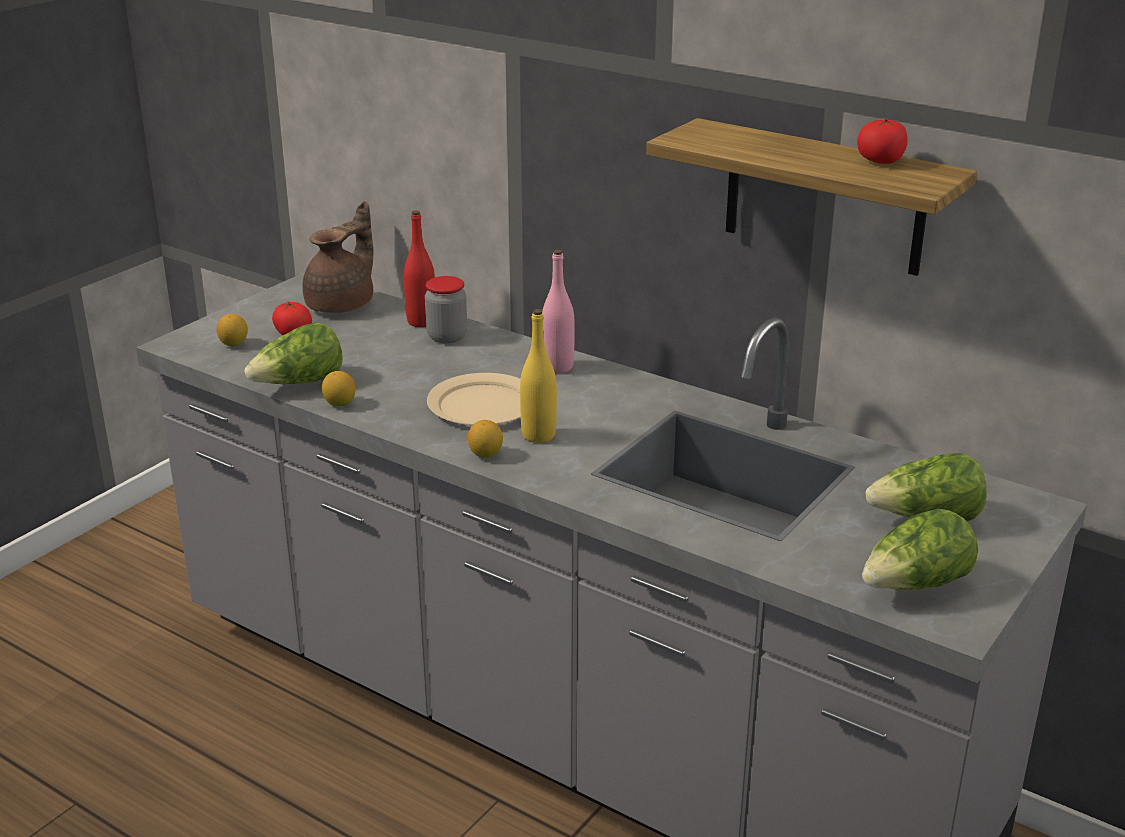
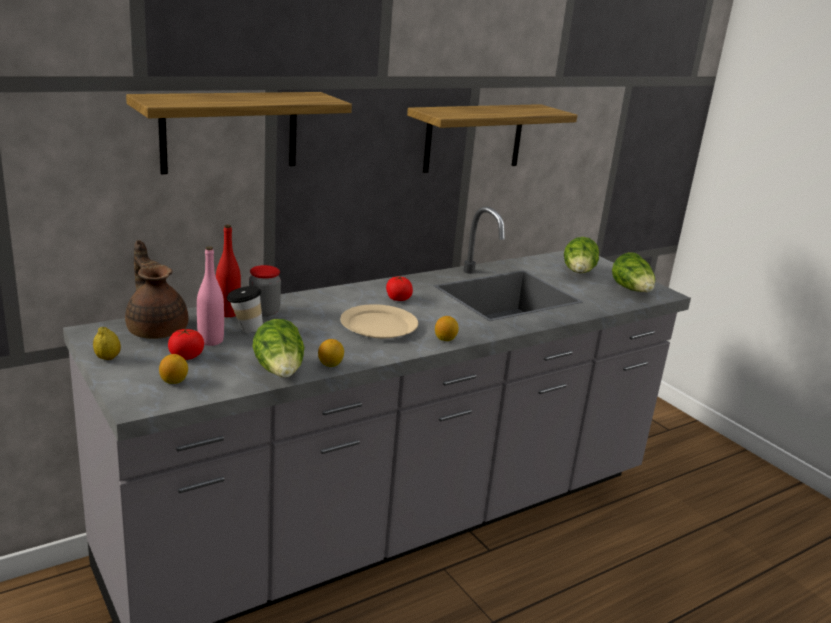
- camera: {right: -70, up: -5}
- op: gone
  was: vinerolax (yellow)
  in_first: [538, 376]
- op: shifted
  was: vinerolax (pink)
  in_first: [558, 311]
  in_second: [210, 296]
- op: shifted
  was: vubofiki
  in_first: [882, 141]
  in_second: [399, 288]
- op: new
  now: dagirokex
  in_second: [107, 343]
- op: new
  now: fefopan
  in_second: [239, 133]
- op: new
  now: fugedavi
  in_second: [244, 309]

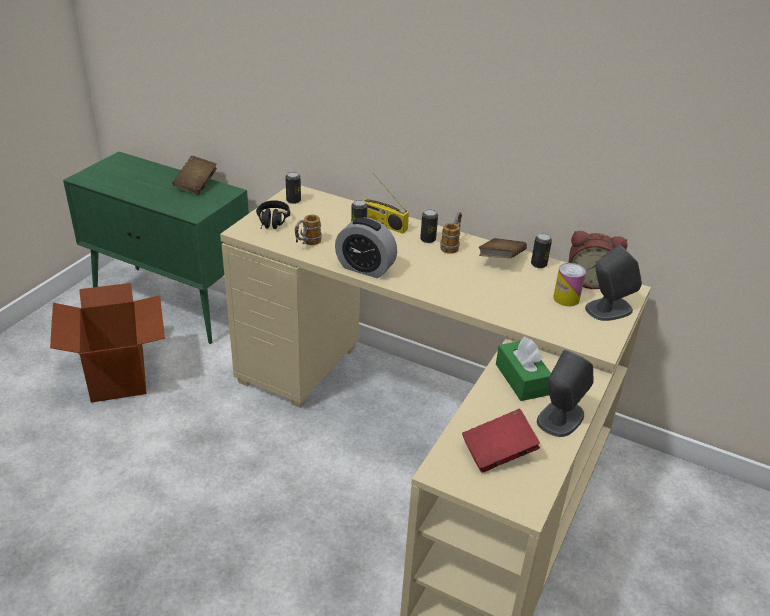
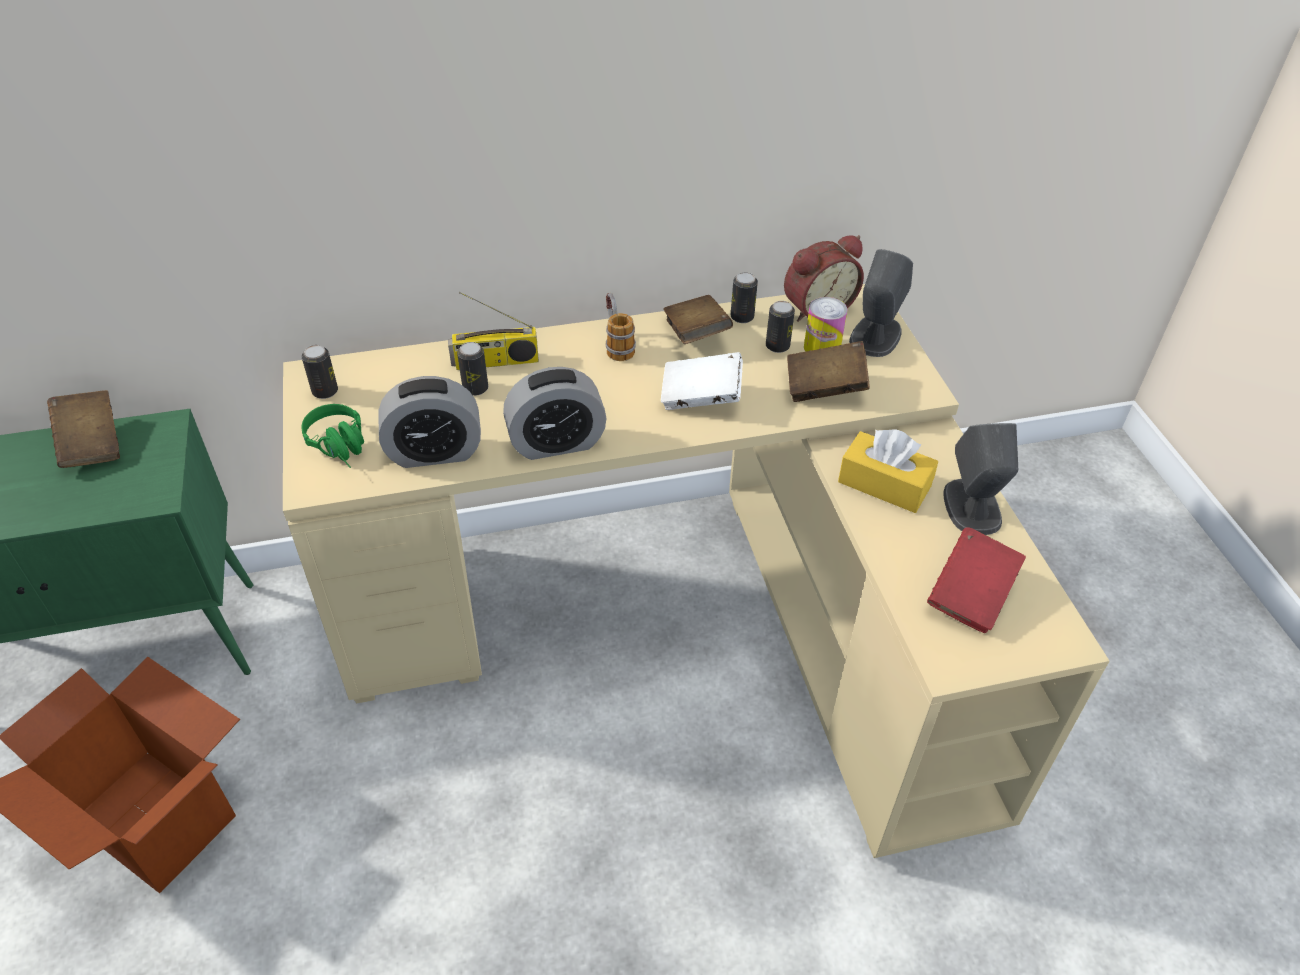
- camera: {right: -40, up: 10}
- op: repainted
  was: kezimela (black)
  now: kezimela (green)
  in_first: [273, 214]
  in_second: [332, 436]
- op: swapped
  was: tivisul
  now: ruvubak
  in_first: [308, 230]
  in_second: [430, 422]
- op: shifted
  was: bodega
  in_first: [429, 226]
  in_second: [780, 327]
- op: repainted
  was: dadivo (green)
  now: dadivo (yellow)
  in_first: [523, 369]
  in_second: [888, 471]
- op: new
  now: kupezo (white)
  in_second: [702, 381]
- op: new
  now: kupezo (brown)
  in_second: [828, 371]

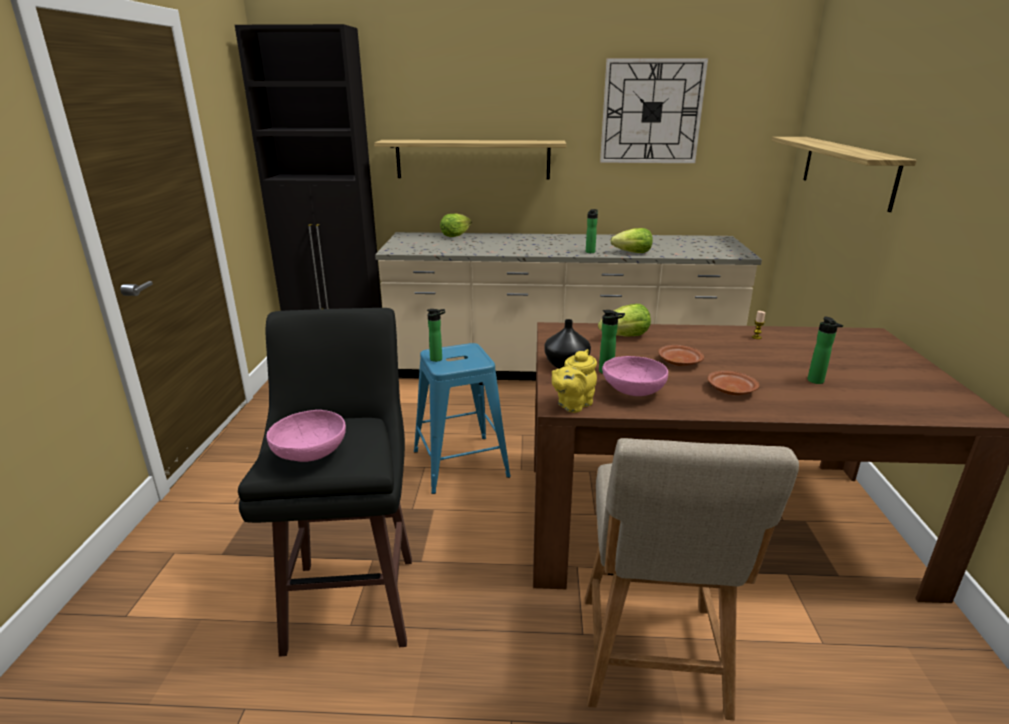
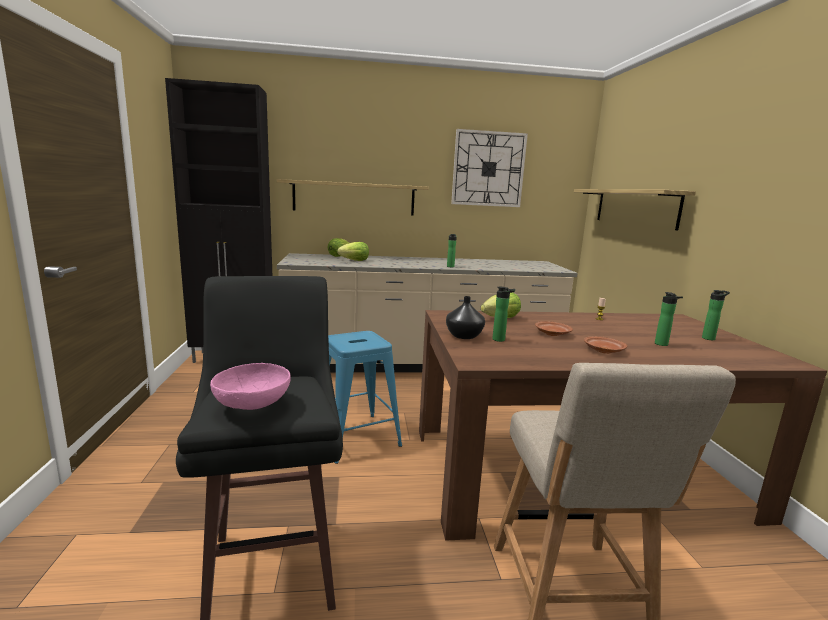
- camera: {right: -10, up: -10}
- op: shifted
  was: vinerolax
  in_first: [436, 335]
  in_second: [716, 315]
- op: gone
  was: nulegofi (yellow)
  in_first: [574, 381]
- op: gone
  was: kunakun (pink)
  in_first: [635, 376]
- op: shifted
  was: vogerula
  in_first: [632, 240]
  in_second: [353, 251]

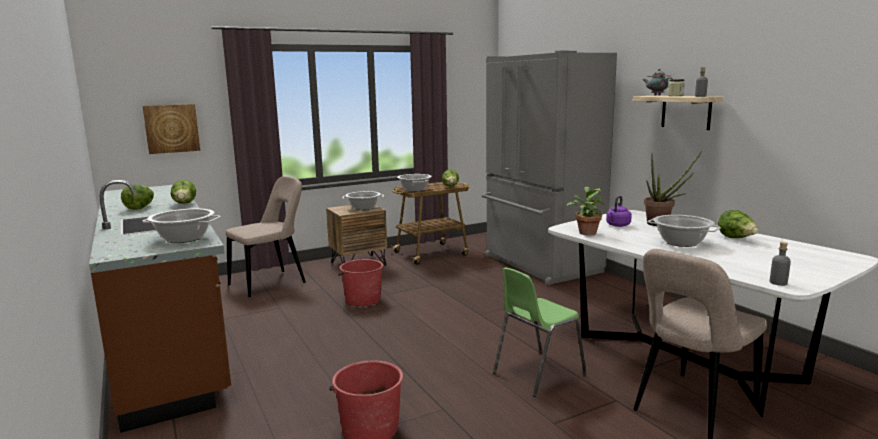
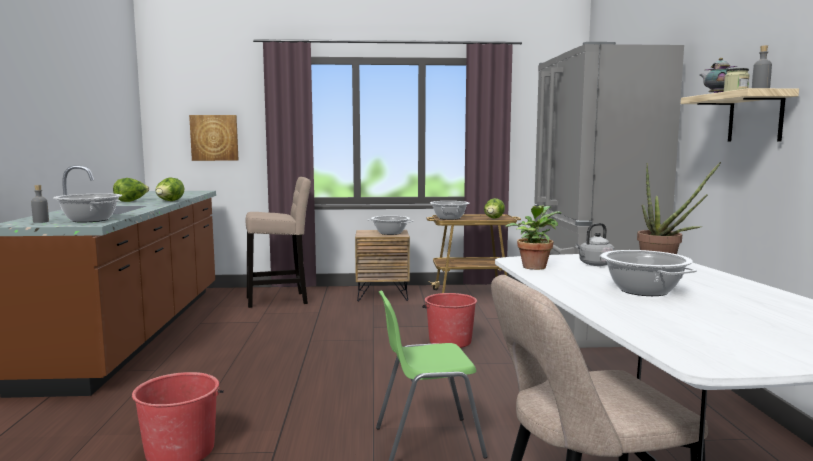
- camera: {right: 25, up: -5}
- op: swapped
  was: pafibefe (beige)
  now: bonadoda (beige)
  in_first: [266, 236]
  in_second: [278, 242]
- op: shifted
  was: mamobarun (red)
  in_first: [360, 282]
  in_second: [449, 320]
- op: repainted
  was: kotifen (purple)
  now: kotifen (grey)
  in_first: [619, 211]
  in_second: [595, 244]
- op: gone
  was: vogerula
  in_first: [738, 224]
- op: shifted
  was: vinerolax (grey)
  in_first: [780, 264]
  in_second: [40, 204]

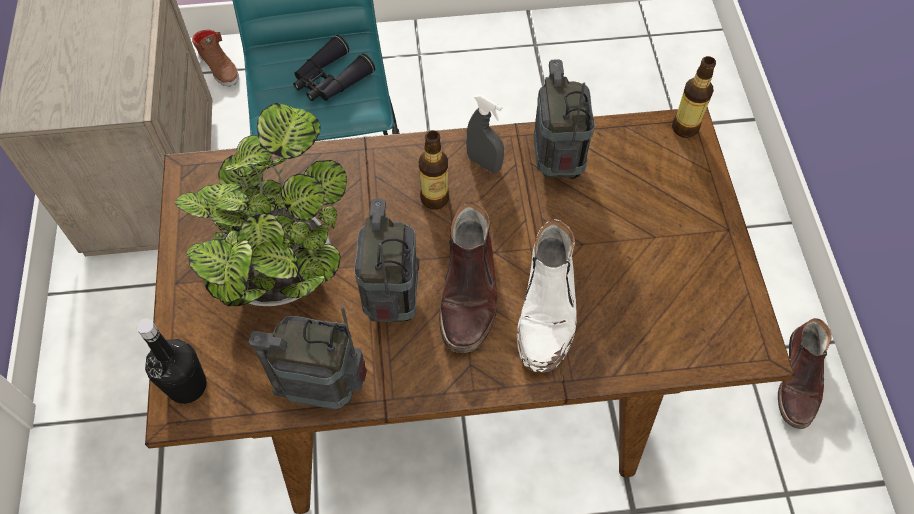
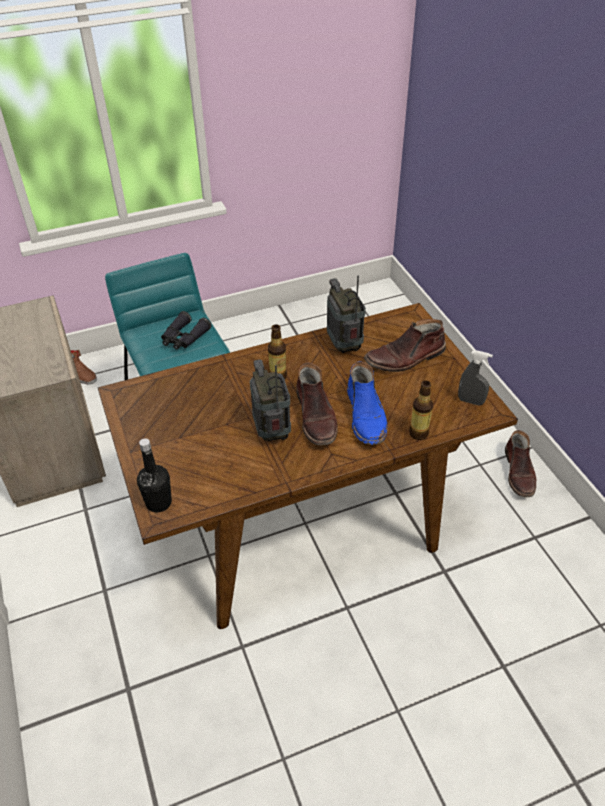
- camera: {right: -15, up: -15}
- op: gone
  was: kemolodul
  in_first: [261, 204]
- op: gone
  was: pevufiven
  in_first: [307, 358]
- op: shifted
  was: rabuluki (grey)
  in_first: [485, 133]
  in_second: [475, 377]
- op: repainted
  was: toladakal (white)
  now: toladakal (blue)
  in_first: [547, 296]
  in_second: [367, 403]
- op: shifted
  was: vinerolax
  in_first: [694, 97]
  in_second: [421, 410]
- op: new
  now: toladakal (brown)
  in_second: [405, 345]

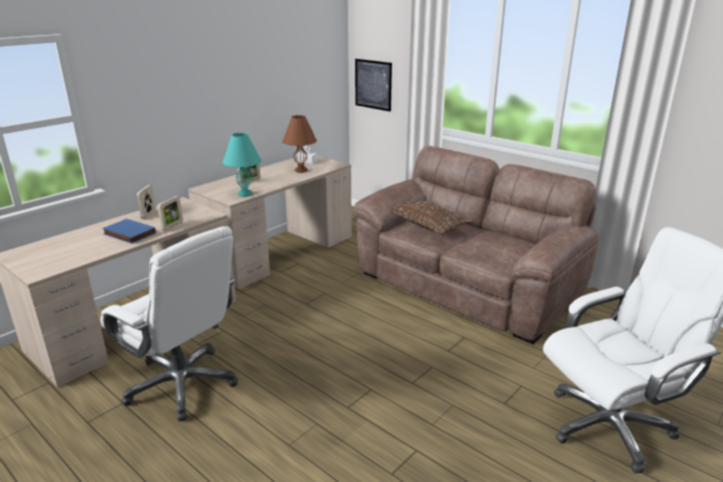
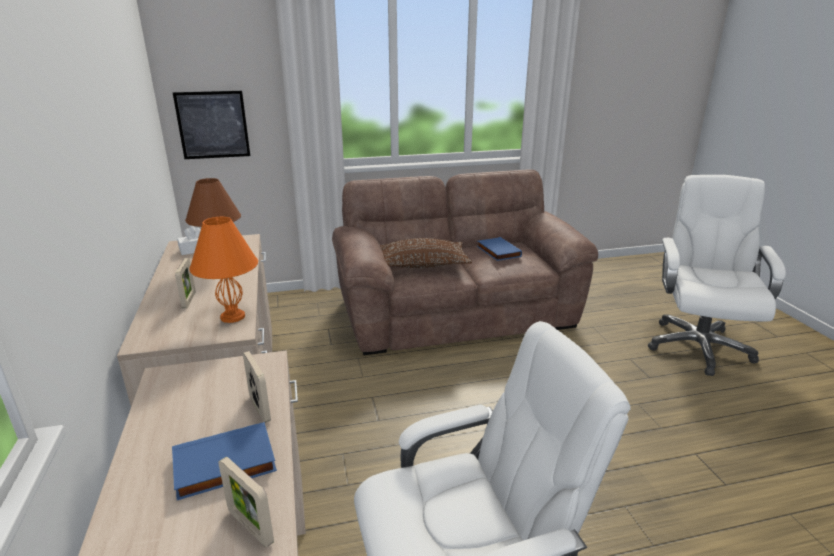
- camera: {right: -55, up: 0}
- op: shifted
  was: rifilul
  in_first: [146, 202]
  in_second: [246, 502]
- op: repainted
  was: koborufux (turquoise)
  now: koborufux (orange)
  in_first: [242, 165]
  in_second: [223, 270]
- op: new
  now: kupezo (blue)
  in_second: [499, 249]

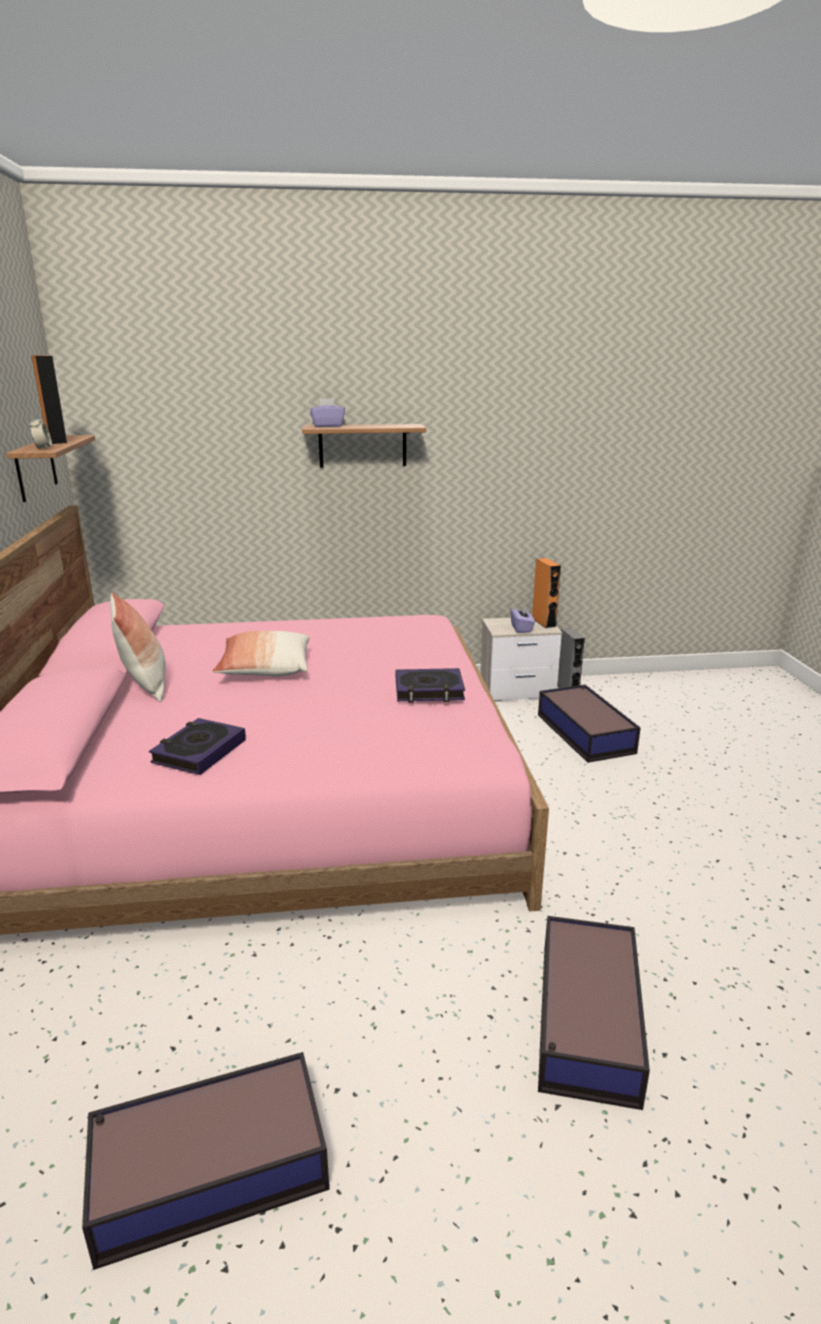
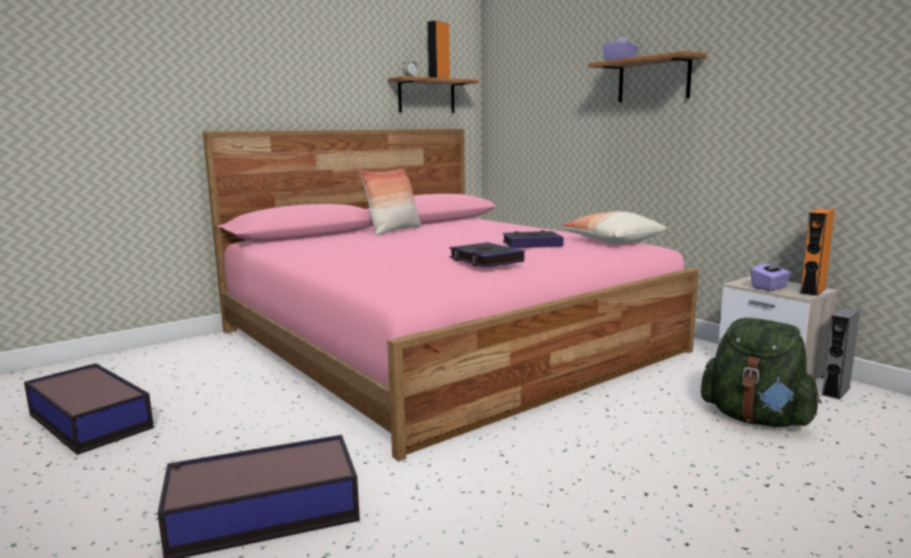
- camera: {right: 60, up: -10}
- op: shifted
  was: kupezo
  in_first: [197, 746]
  in_second: [533, 239]
- op: shifted
  was: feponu
  in_first: [261, 654]
  in_second: [613, 227]
- op: swapped
  was: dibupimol
  now: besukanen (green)
  in_first: [589, 723]
  in_second: [761, 372]

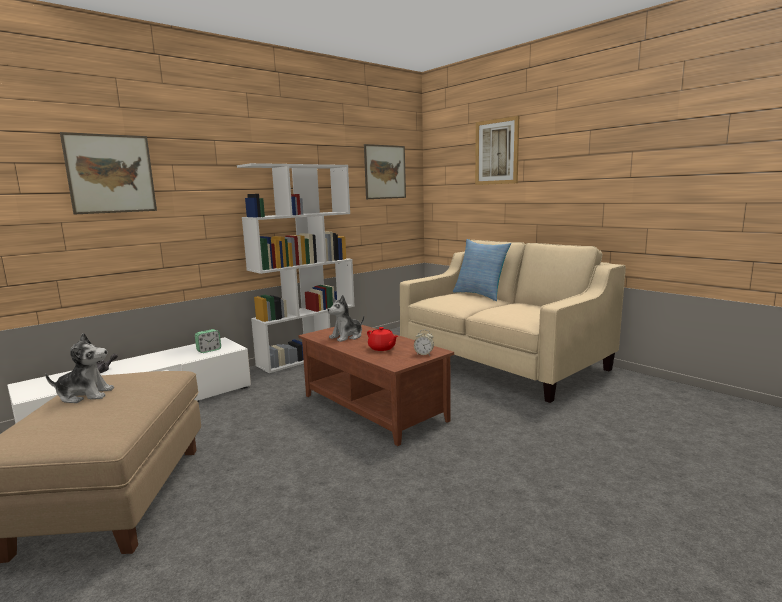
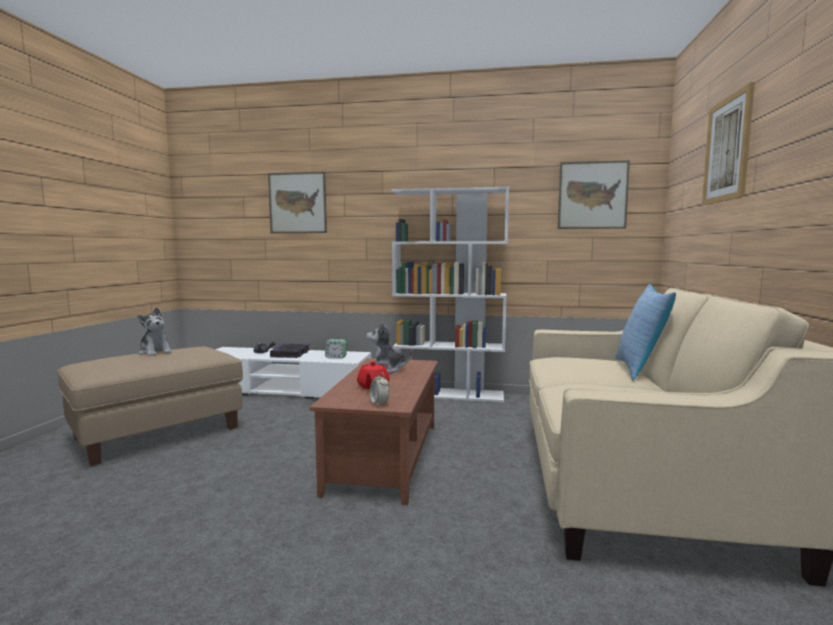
- camera: {right: 50, up: -5}
- op: new
  now: kupezo
  in_second: [290, 351]

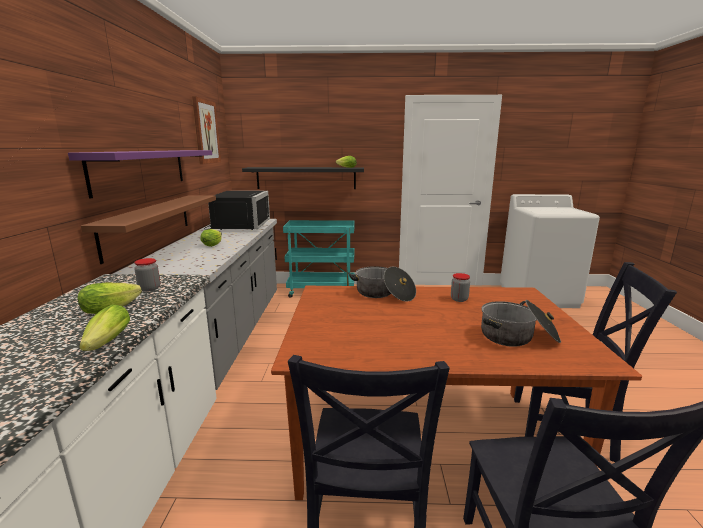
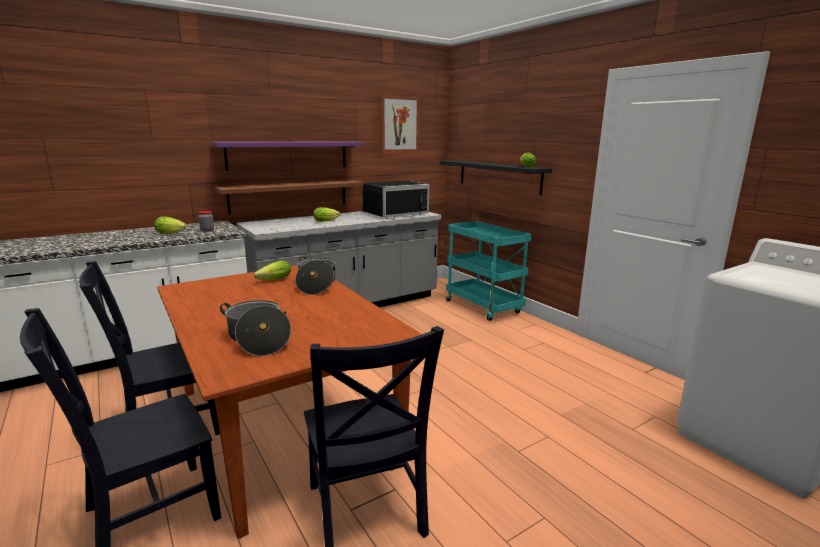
- camera: {right: 55, up: 0}
- op: shifted
  was: vogerula
  in_first: [104, 328]
  in_second: [272, 270]
- op: gone
  was: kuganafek
  in_first: [460, 287]

